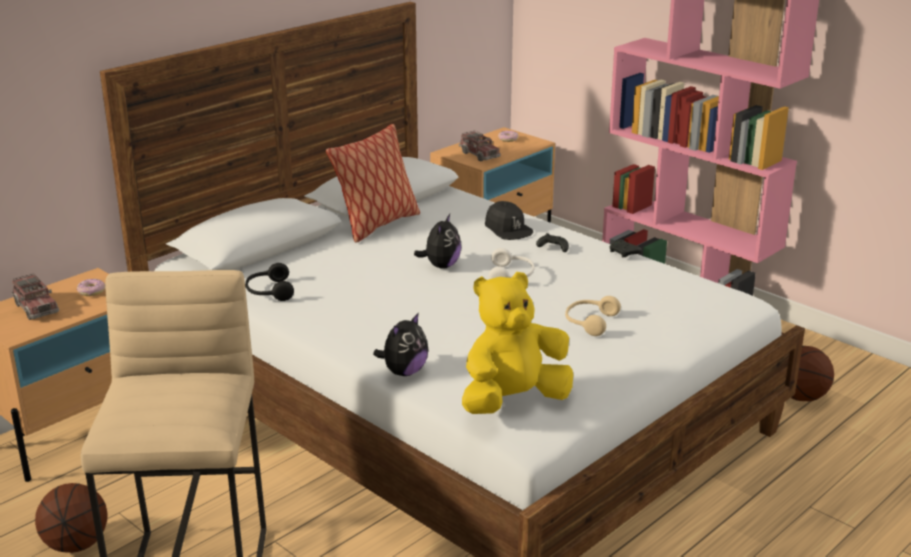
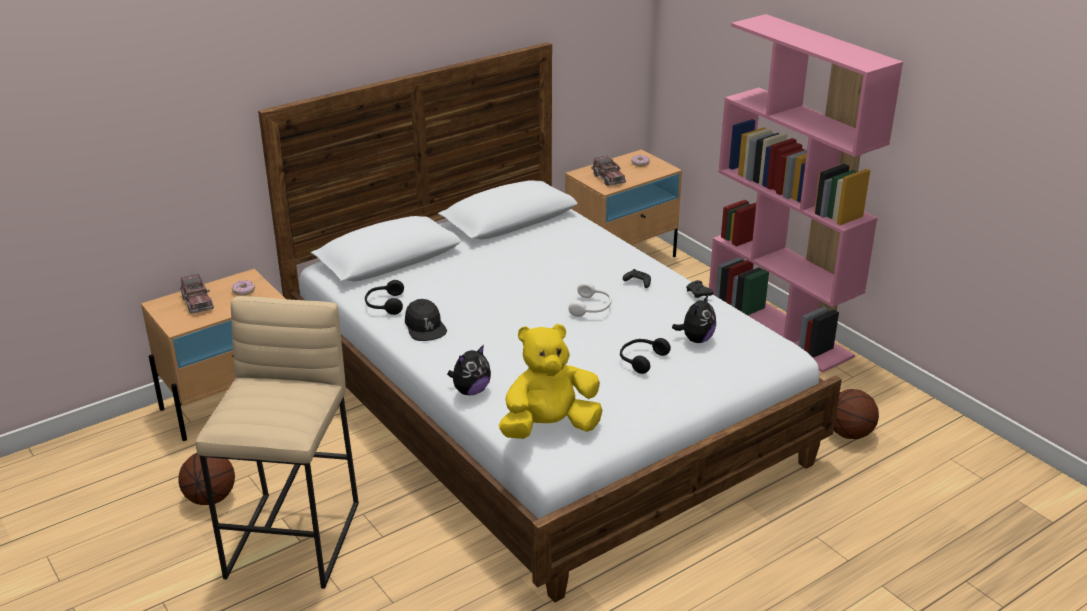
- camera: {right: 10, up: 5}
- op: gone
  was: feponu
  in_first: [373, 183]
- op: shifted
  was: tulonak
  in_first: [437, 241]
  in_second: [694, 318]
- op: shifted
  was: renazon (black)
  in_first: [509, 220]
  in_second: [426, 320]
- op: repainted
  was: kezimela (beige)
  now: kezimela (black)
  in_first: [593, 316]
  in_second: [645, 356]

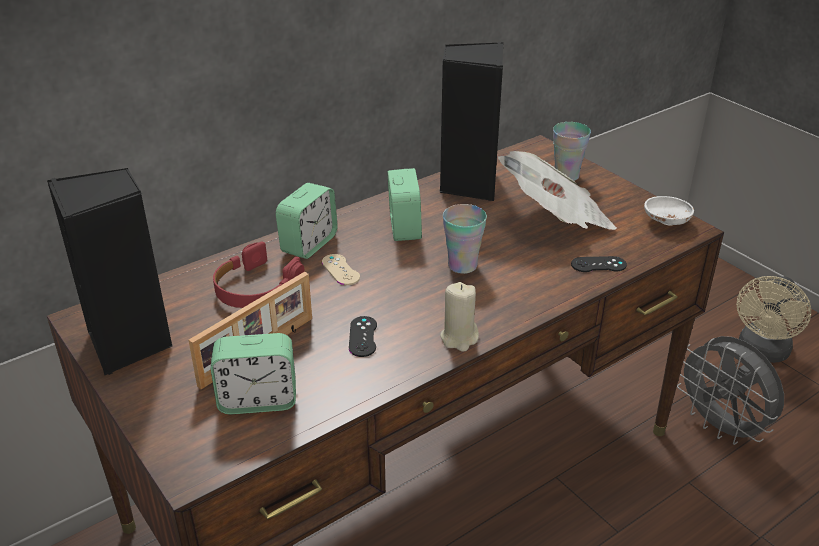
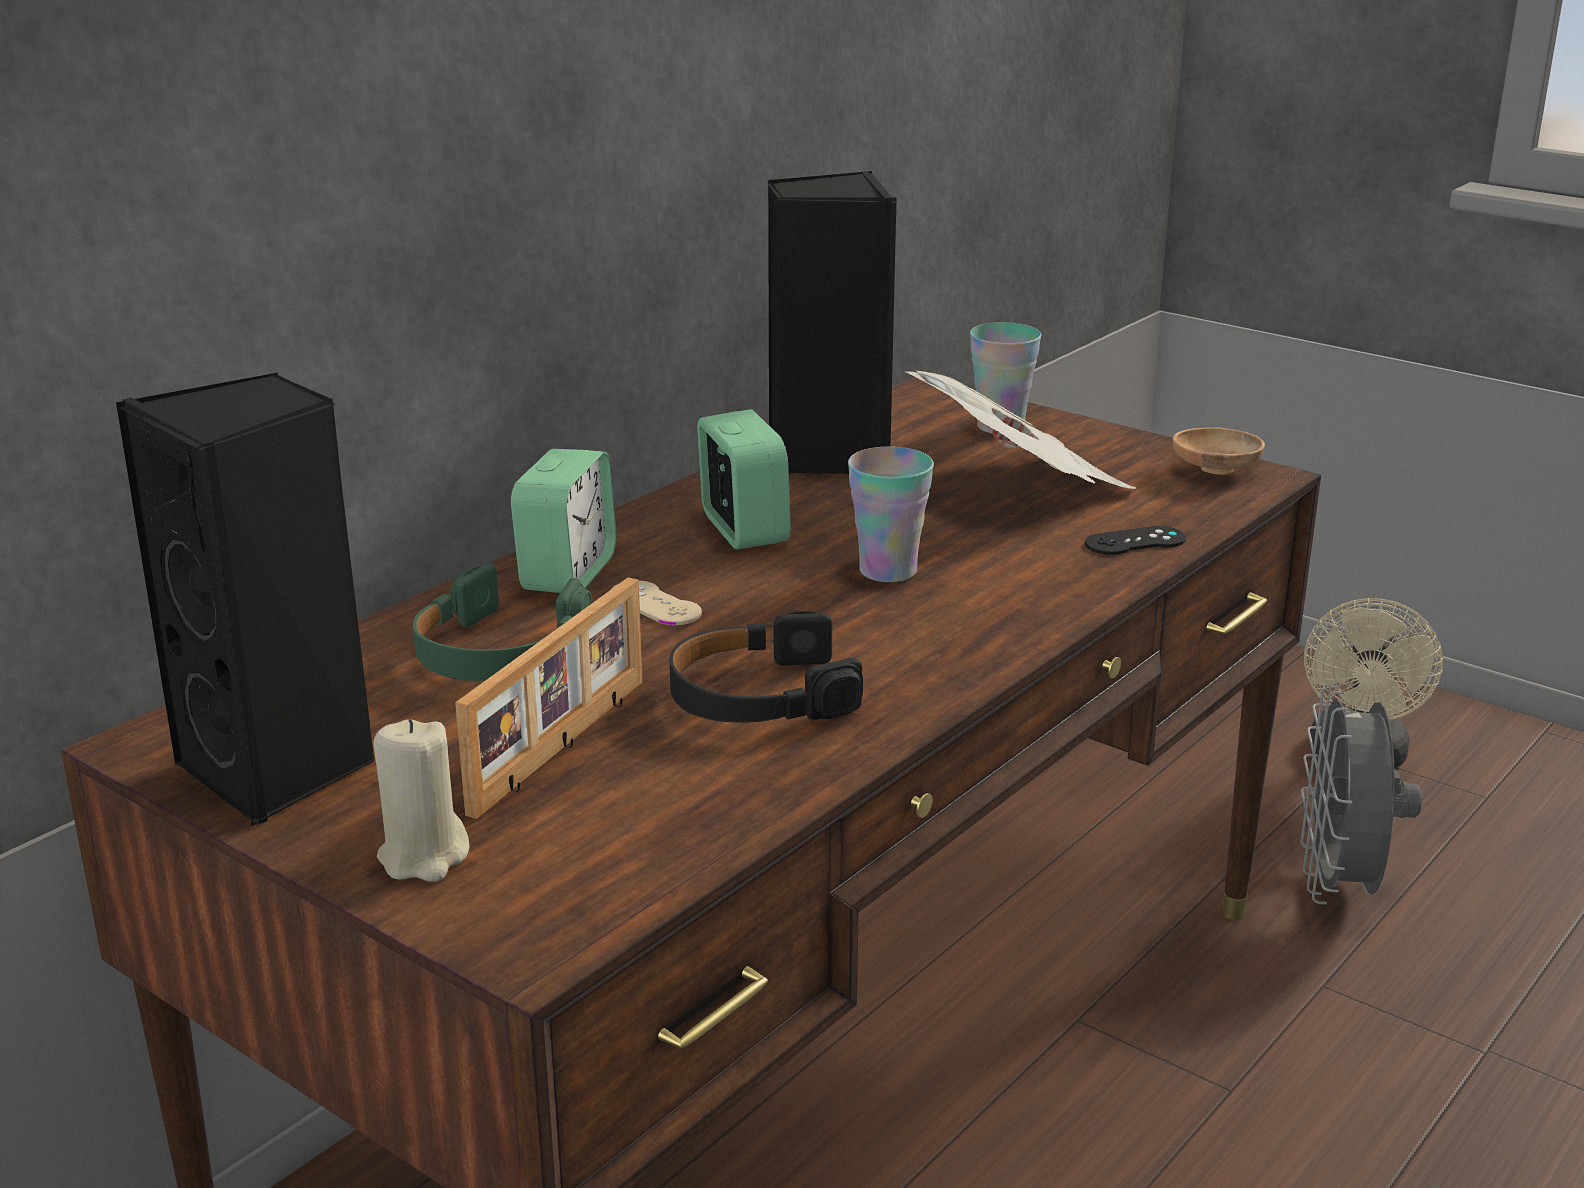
- camera: {right: -15, up: -10}
- op: gone
  was: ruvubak
  in_first: [253, 374]
- op: repainted
  was: kezimela (red)
  now: kezimela (green)
  in_first: [259, 274]
  in_second: [502, 622]
- op: swapped
  was: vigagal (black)
  now: kezimela (black)
  in_first: [363, 336]
  in_second: [766, 667]
- op: shifted
  was: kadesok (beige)
  in_first: [459, 317]
  in_second: [421, 800]
- op: repainted
  was: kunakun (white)
  now: kunakun (brown)
  in_first: [669, 211]
  in_second: [1219, 451]
- op: rotated
  was: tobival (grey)
  in_first: [730, 390]
  in_second: [1361, 795]
  clockwise: 60

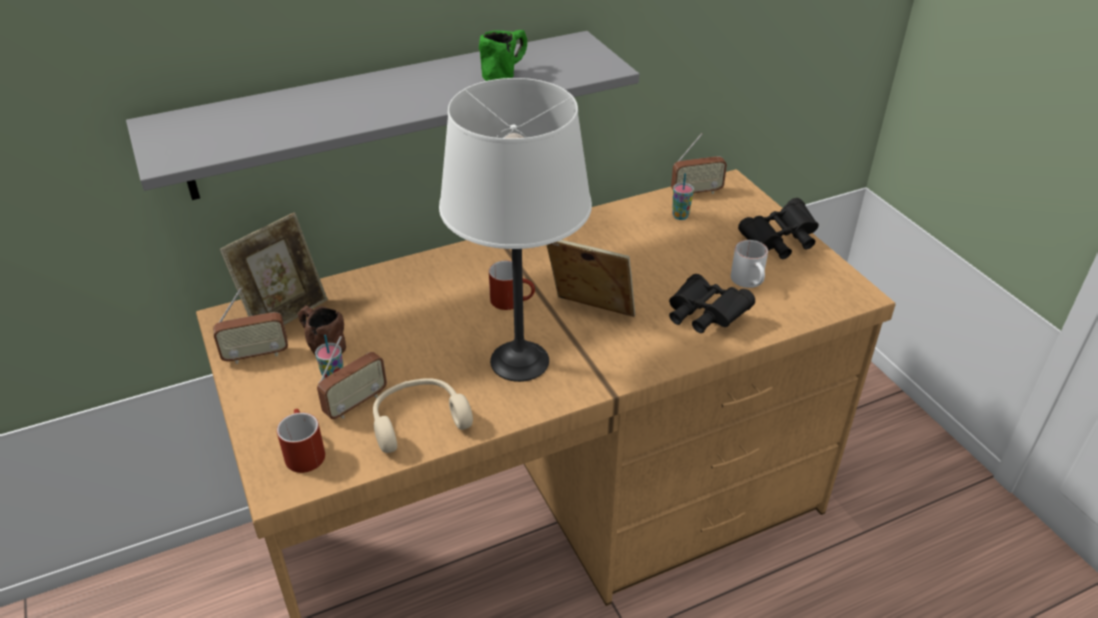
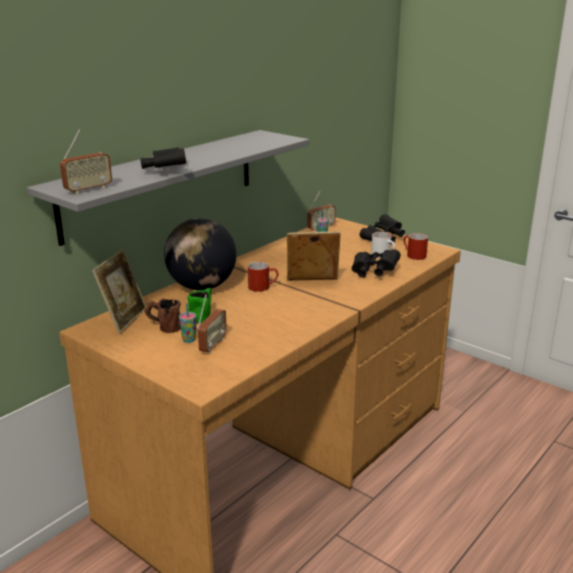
- camera: {right: -25, up: -15}
- op: shifted
  was: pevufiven
  in_first: [250, 326]
  in_second: [86, 161]
- op: shifted
  was: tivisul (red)
  in_first: [301, 441]
  in_second: [415, 246]
- op: gone
  was: kezimela (beige)
  in_first: [423, 415]
- op: gone
  was: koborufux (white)
  in_first: [515, 230]
- op: shifted
  was: tivisul (green)
  in_first: [503, 55]
  in_second: [199, 305]
- op: new
  now: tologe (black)
  in_second: [163, 158]
- op: new
  now: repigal
  in_second: [200, 254]

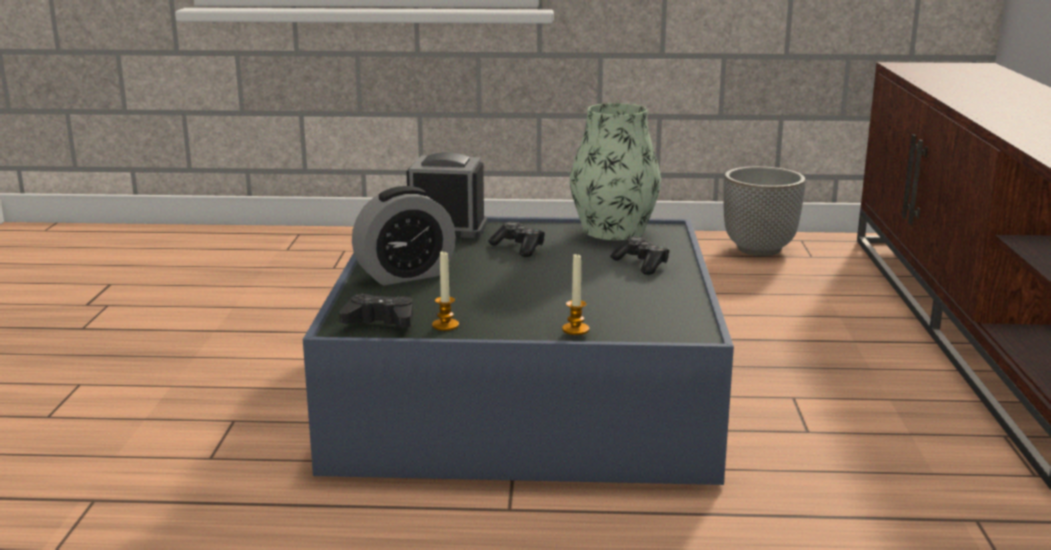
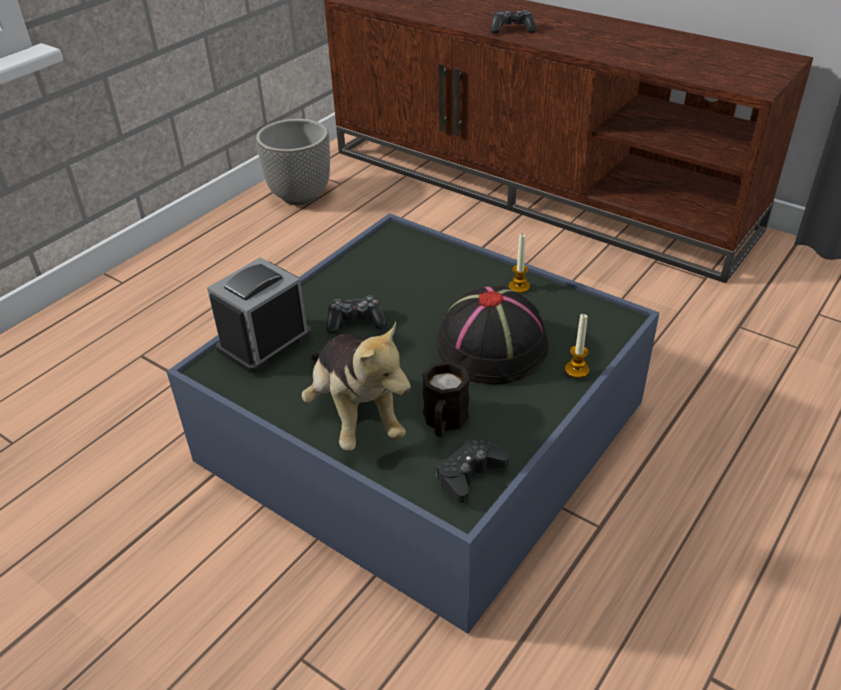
- camera: {right: -55, up: 20}
- op: swapped
  was: ruvubak
  now: tulonak
  in_first: [404, 235]
  in_second: [356, 386]
- op: shifted
  was: kadesok
  in_first: [445, 291]
  in_second: [519, 263]
- op: gone
  was: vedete
  in_first: [615, 171]
- op: shifted
  was: vigagal
  in_first: [640, 256]
  in_second: [513, 22]
- op: new
  now: tivisul (black)
  in_second: [446, 399]
- op: new
  now: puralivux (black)
  in_second: [492, 335]

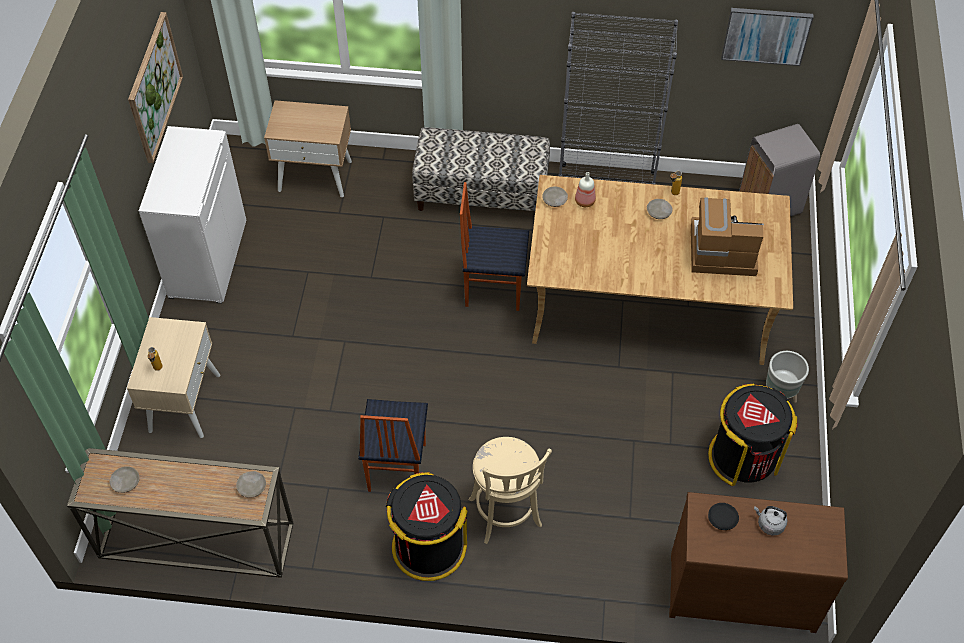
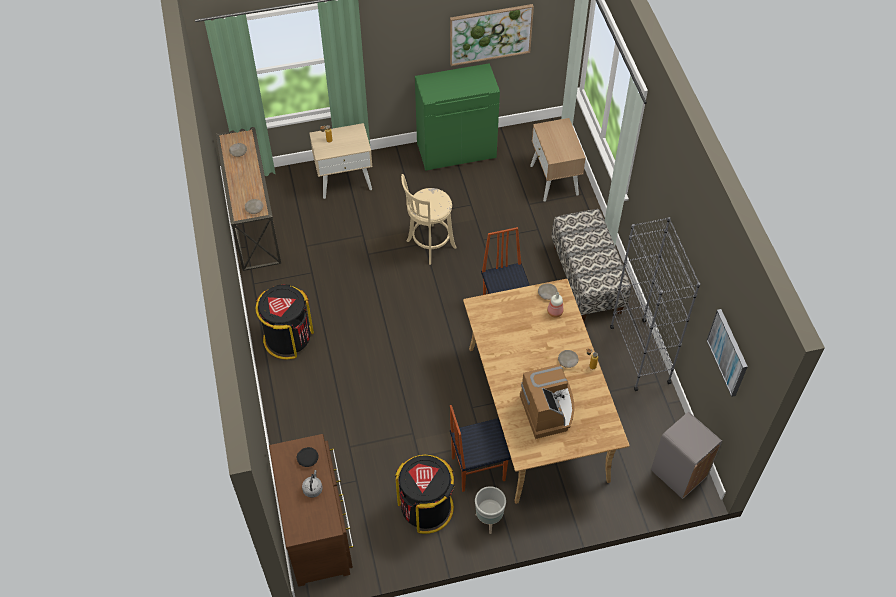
- camera: {right: 70, up: 0}
- op: repainted
  was: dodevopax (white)
  now: dodevopax (green)
  in_first: [192, 215]
  in_second: [457, 117]
- op: shifted
  was: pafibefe
  in_first: [393, 445]
  in_second: [480, 448]
- op: shifted
  was: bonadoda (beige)
  in_first: [510, 490]
  in_second: [428, 219]

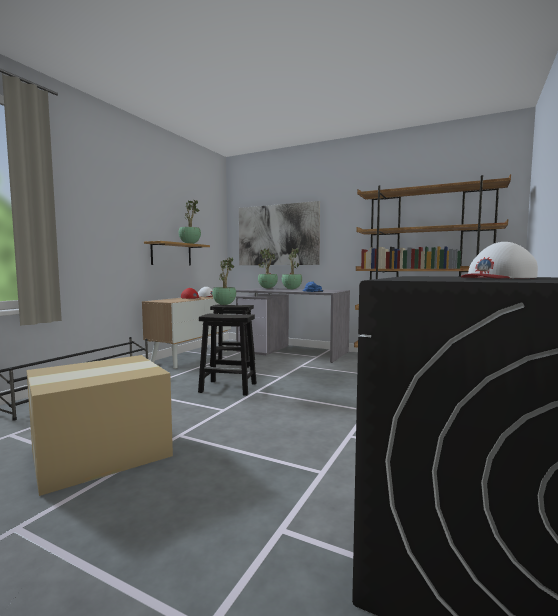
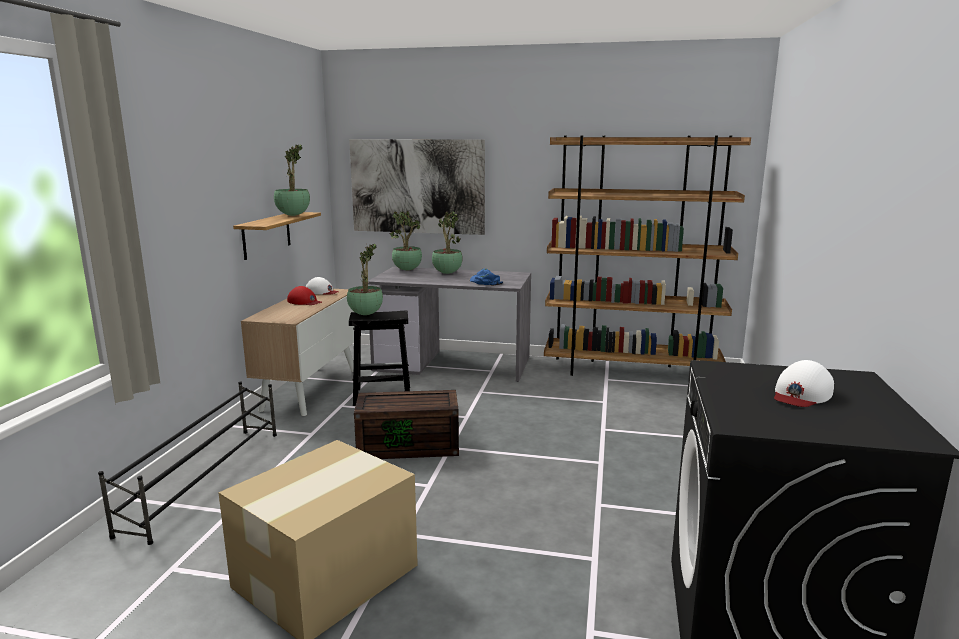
- camera: {right: -15, up: 10}
- op: swapped
  was: bonadoda (black)
  now: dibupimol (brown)
  in_first: [227, 354]
  in_second: [406, 424]

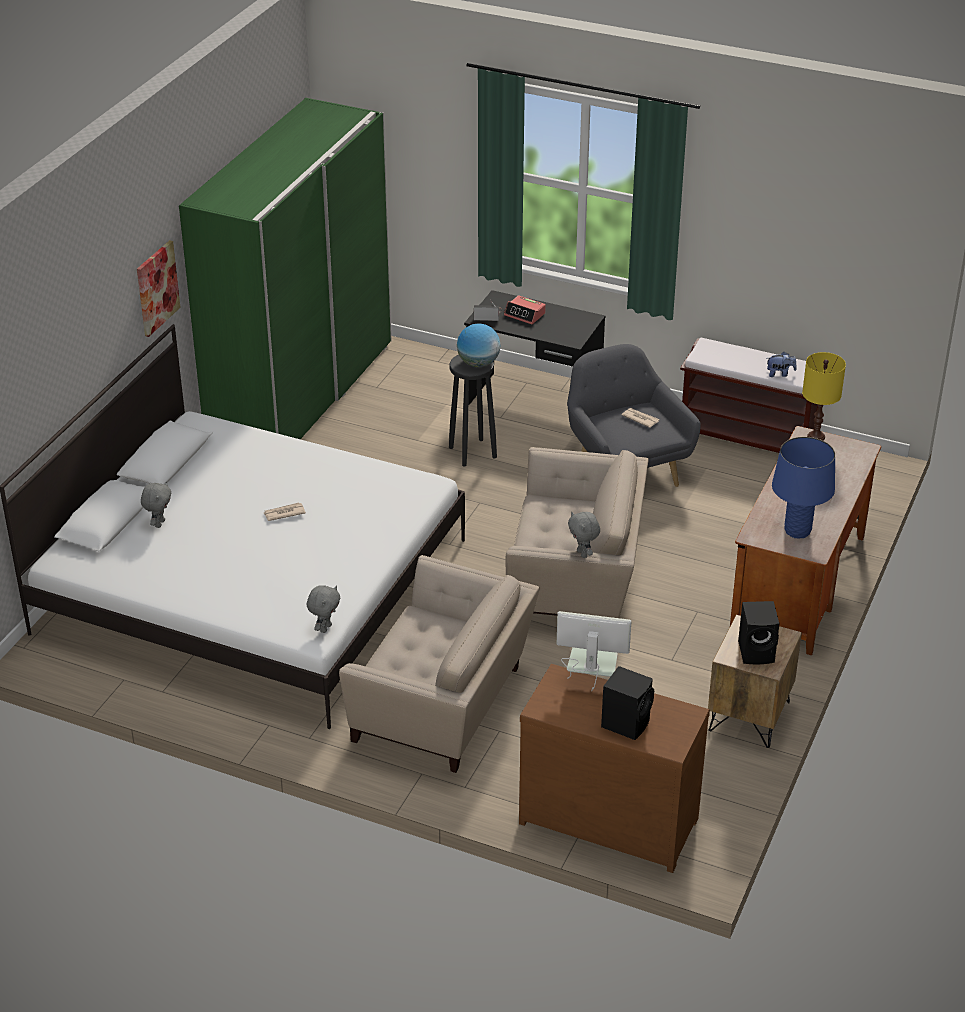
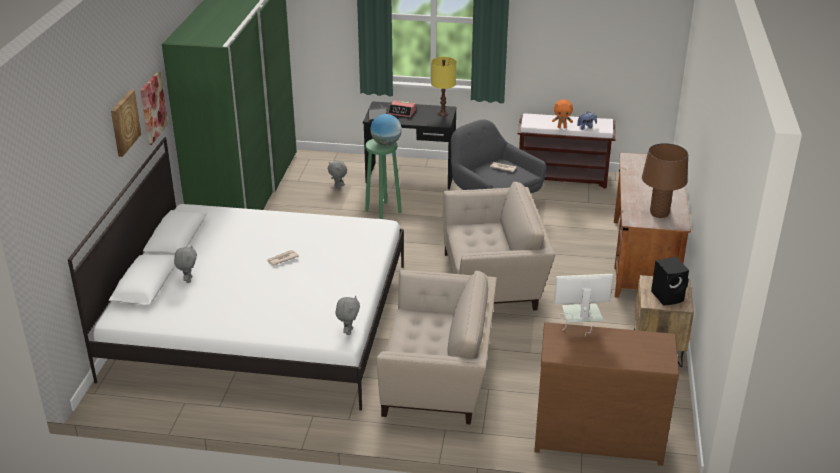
- camera: {right: -15, up: -5}
- op: repainted
  was: bonadoda (black)
  now: bonadoda (green)
  in_first: [473, 411]
  in_second: [383, 179]
- op: shifted
  was: tulonak (grey)
  in_first: [584, 535]
  in_second: [337, 174]
- op: gone
  was: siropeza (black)
  in_first: [627, 703]
- op: repainted
  was: koborufux (blue)
  now: koborufux (brown)
  in_first: [803, 487]
  in_second: [665, 180]
- op: shifted
  was: koborufux (yellow)
  in_first: [824, 396]
  in_second: [443, 87]
- op: new
  now: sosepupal
  in_second: [126, 123]
- op: new
  now: tulonak (orange)
  in_second: [562, 113]

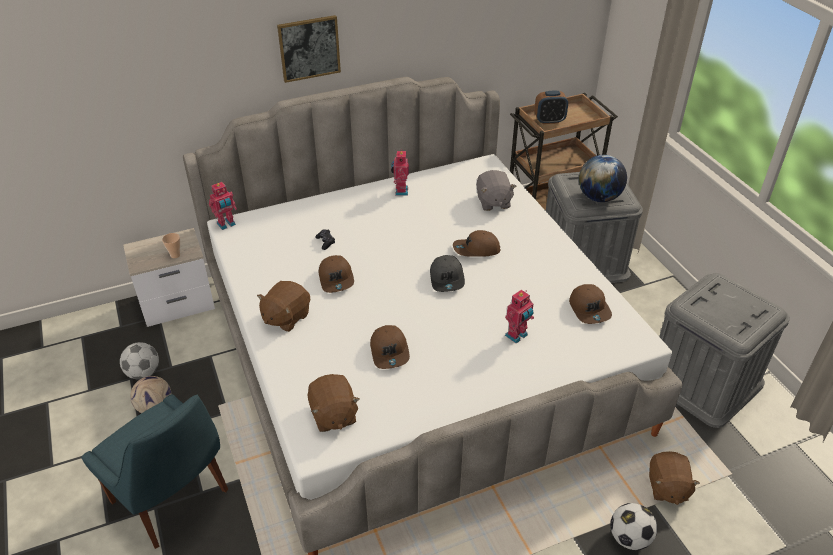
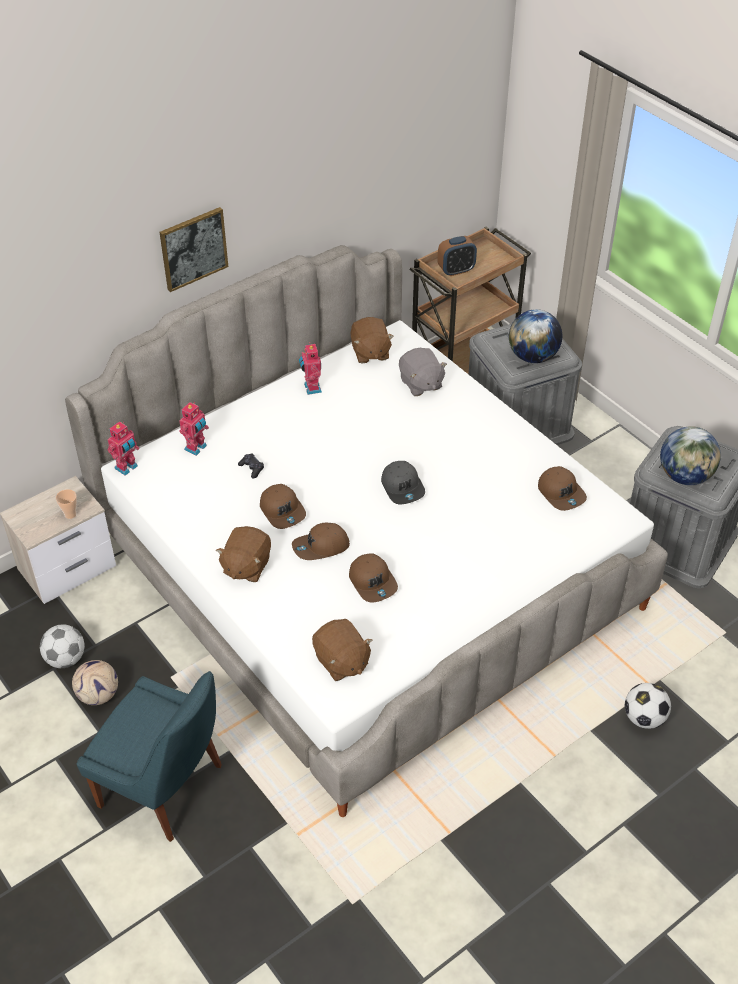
- camera: {right: -15, up: 5}
- op: shifted
  was: renazon (brown)
  in_first: [477, 243]
  in_second: [321, 541]
- op: shifted
  was: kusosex
  in_first: [519, 317]
  in_second: [194, 429]
- op: shifted
  was: tulonak (brown)
  in_first: [674, 478]
  in_second: [372, 340]
- op: new
  now: repigal
  in_second: [690, 455]

